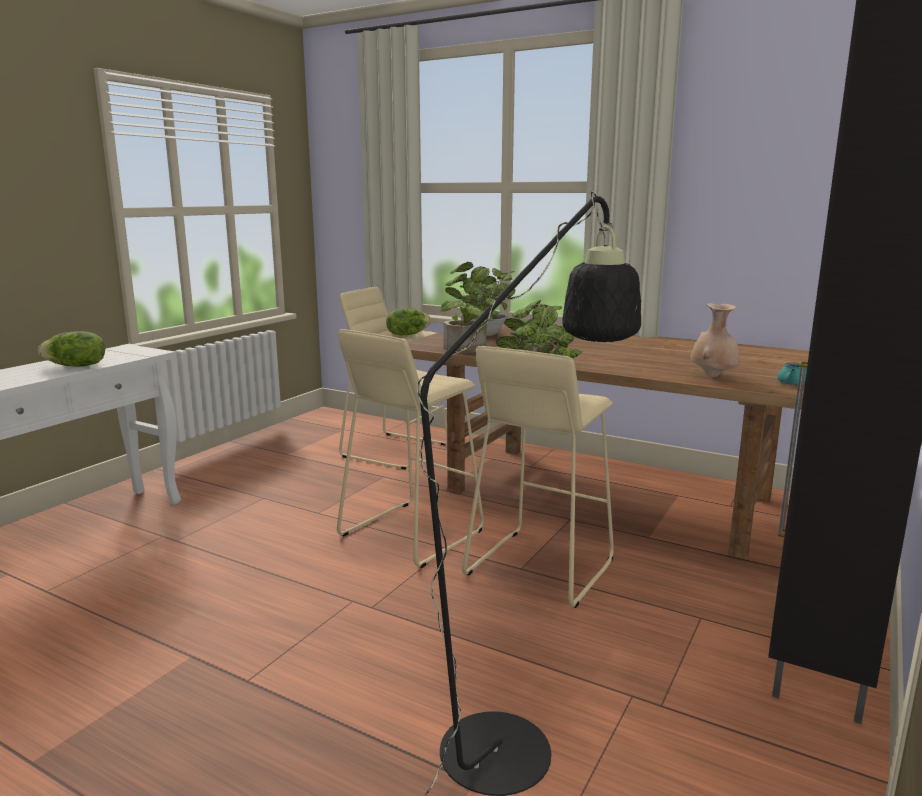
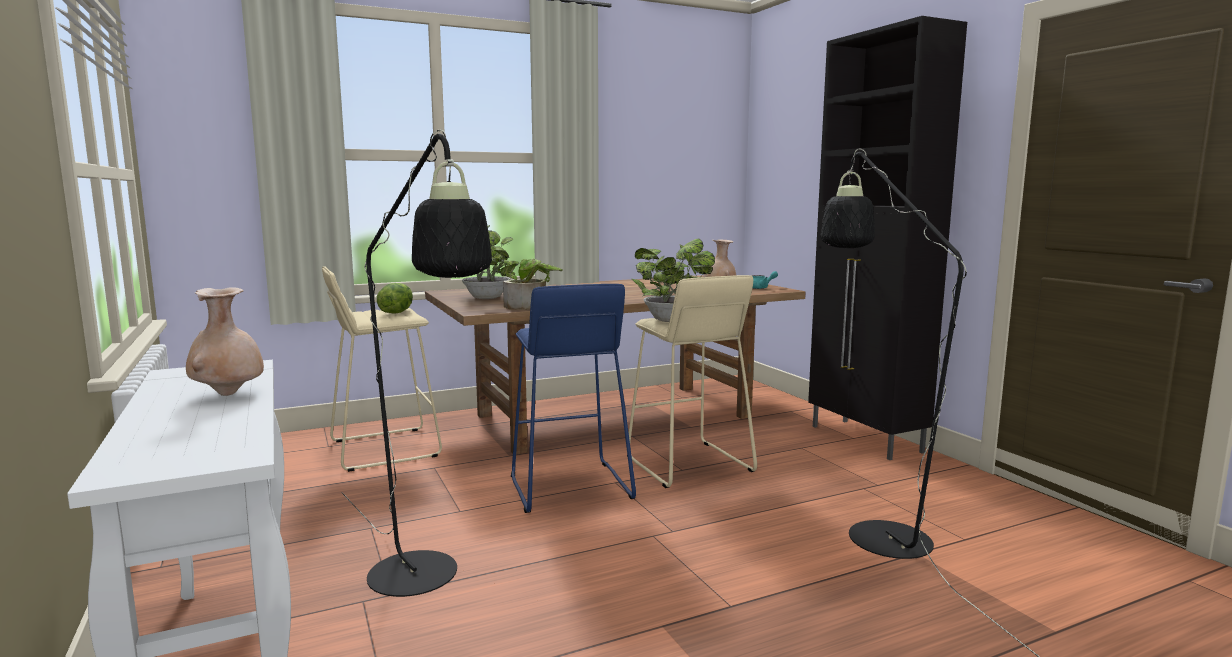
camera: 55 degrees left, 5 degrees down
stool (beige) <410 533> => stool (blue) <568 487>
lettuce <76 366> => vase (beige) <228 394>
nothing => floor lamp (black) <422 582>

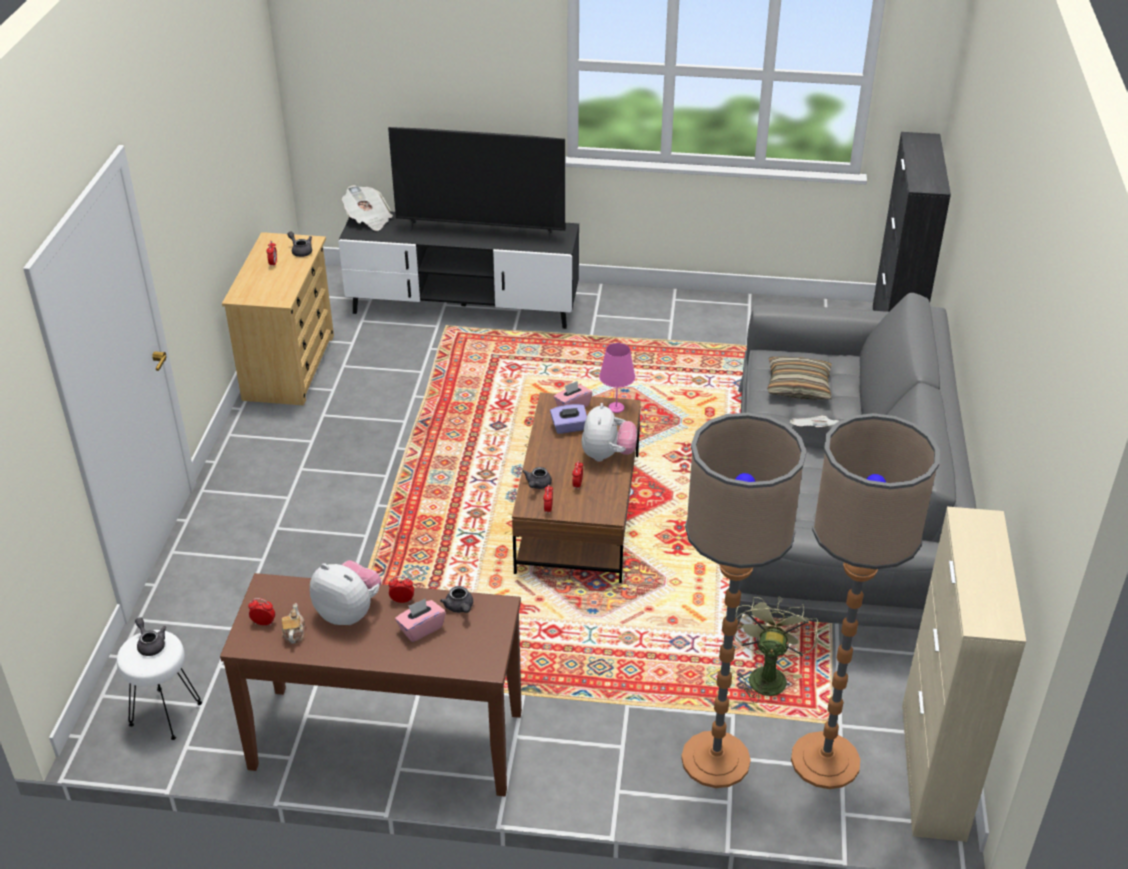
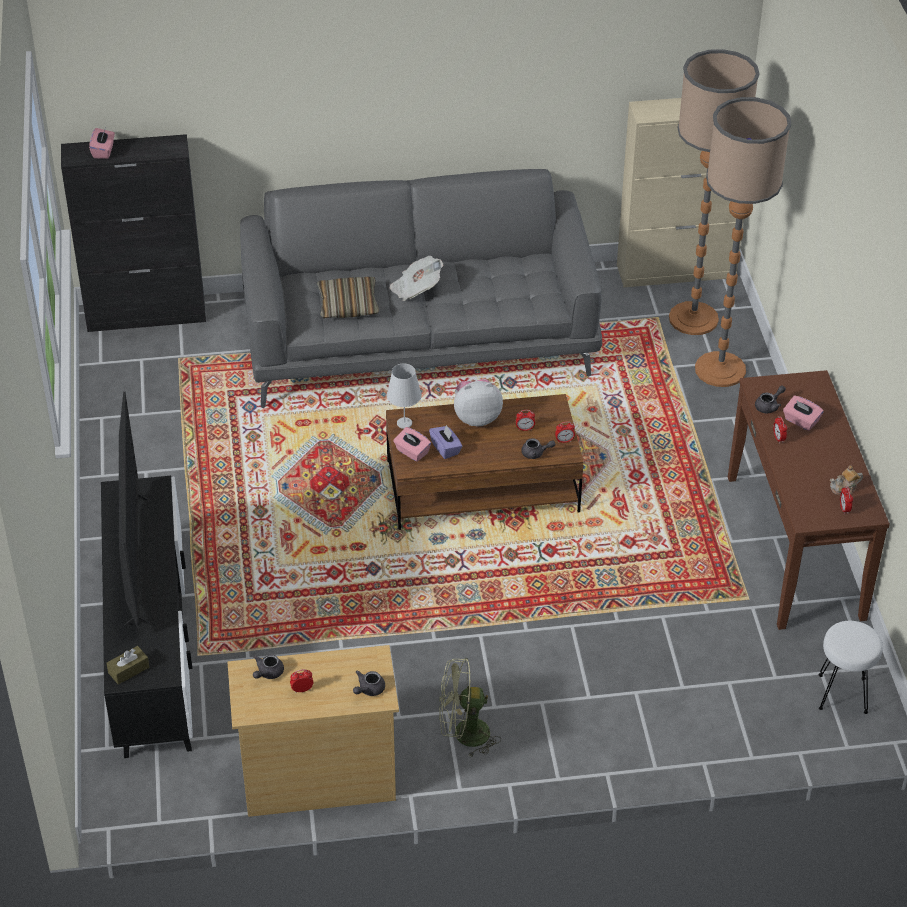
camera: 105 degrees left, 5 degrees up
newspaper <368 219> => tissue box (brown) <128 670>
table lamp (pink) <616 408> => table lamp (white) <404 423>
plush toy <349 612> => nothing
fan (green) <766 674> => fan (green) <463 735>, relocated
teapot (grey) <150 644> => teapot (grey) <368 689>, relocated
nothing => tissue box (pink) <103 151>

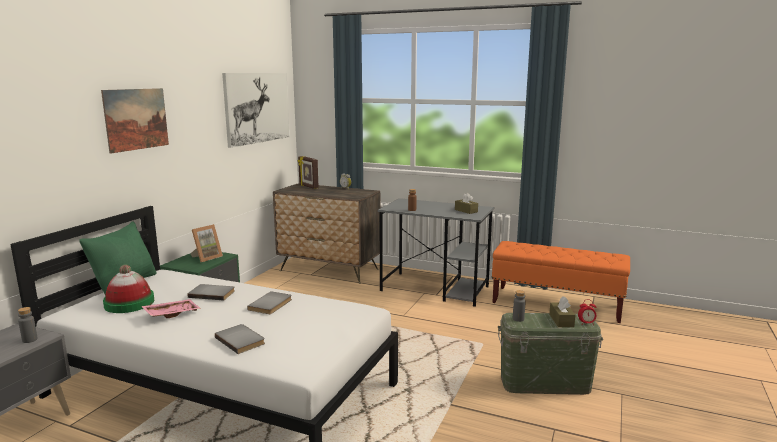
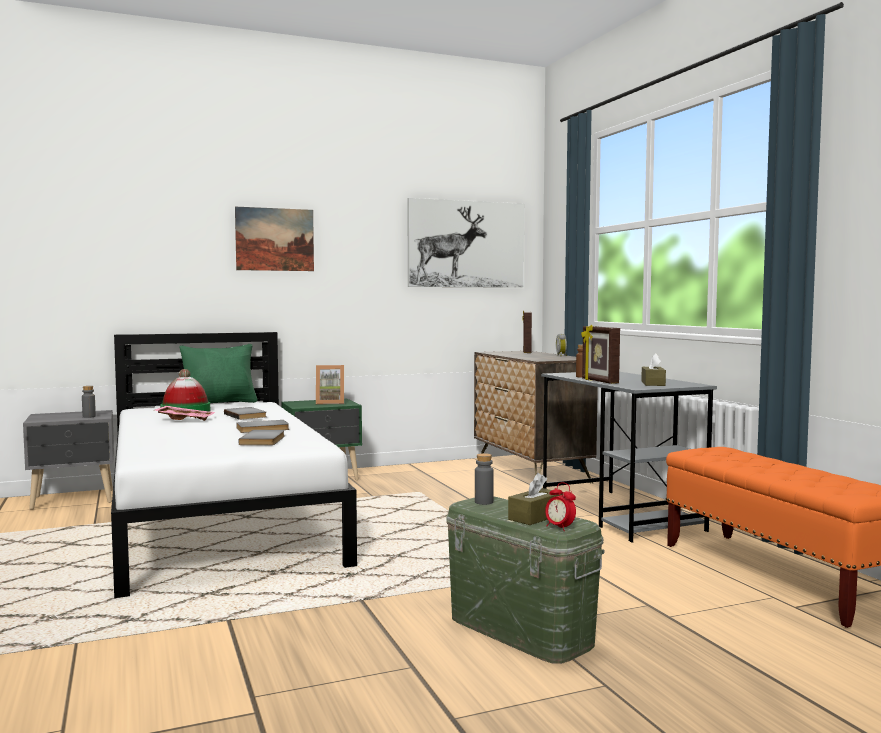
camera: 45 degrees right, 10 degrees down
book (grey) <241 340> => book (grey) <264 440>, relocated
nothing => picture frame <599 381>

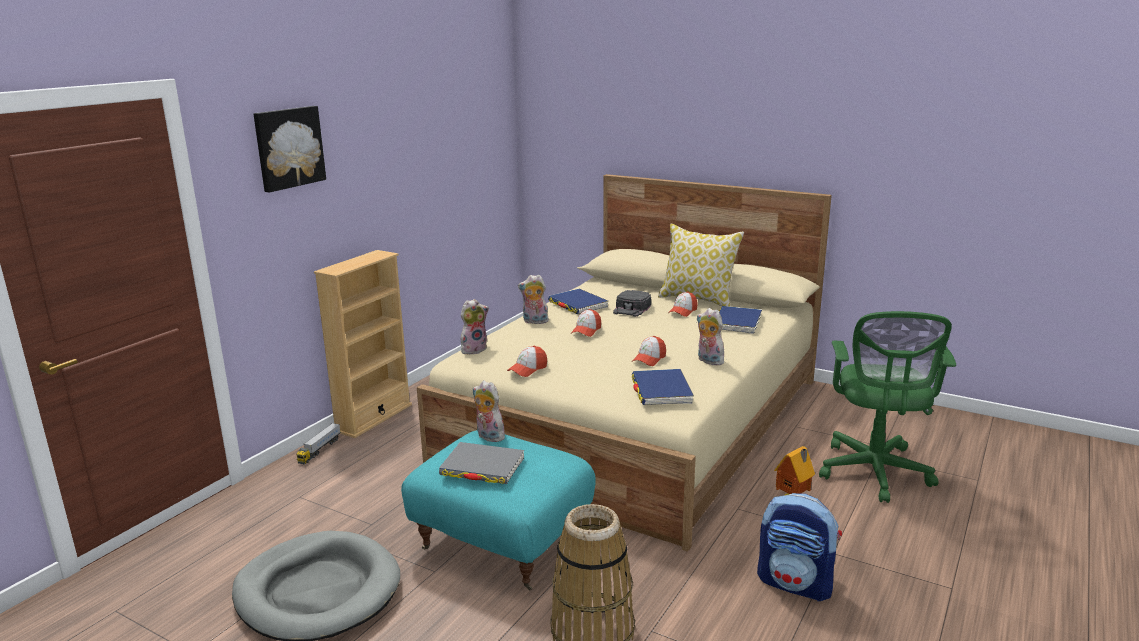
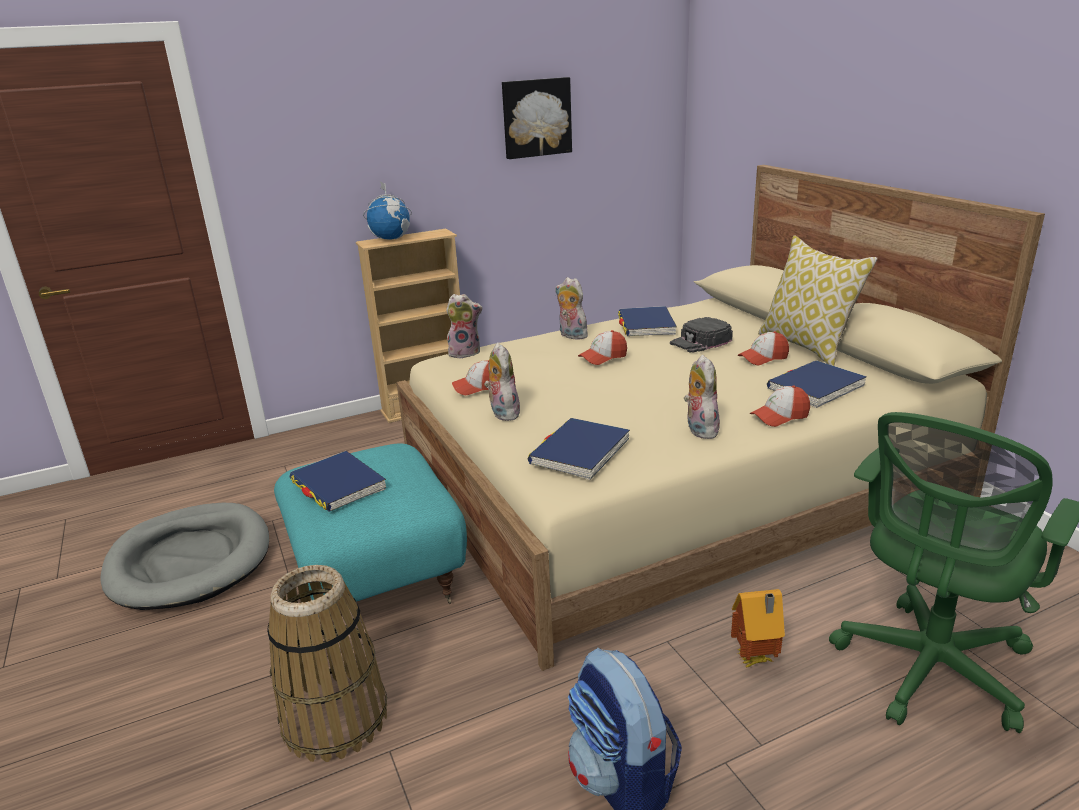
camera: 35 degrees right, 5 degrees up
picture <288 147> => picture <536 117>, relocated
cap <649 359> => cap <780 416>, relocated
plush toy <488 437> => plush toy <502 413>, relocated
toy truck <319 450> => nothing
book (grey) <482 467> => book (blue) <338 485>
nothing => globe <391 238>

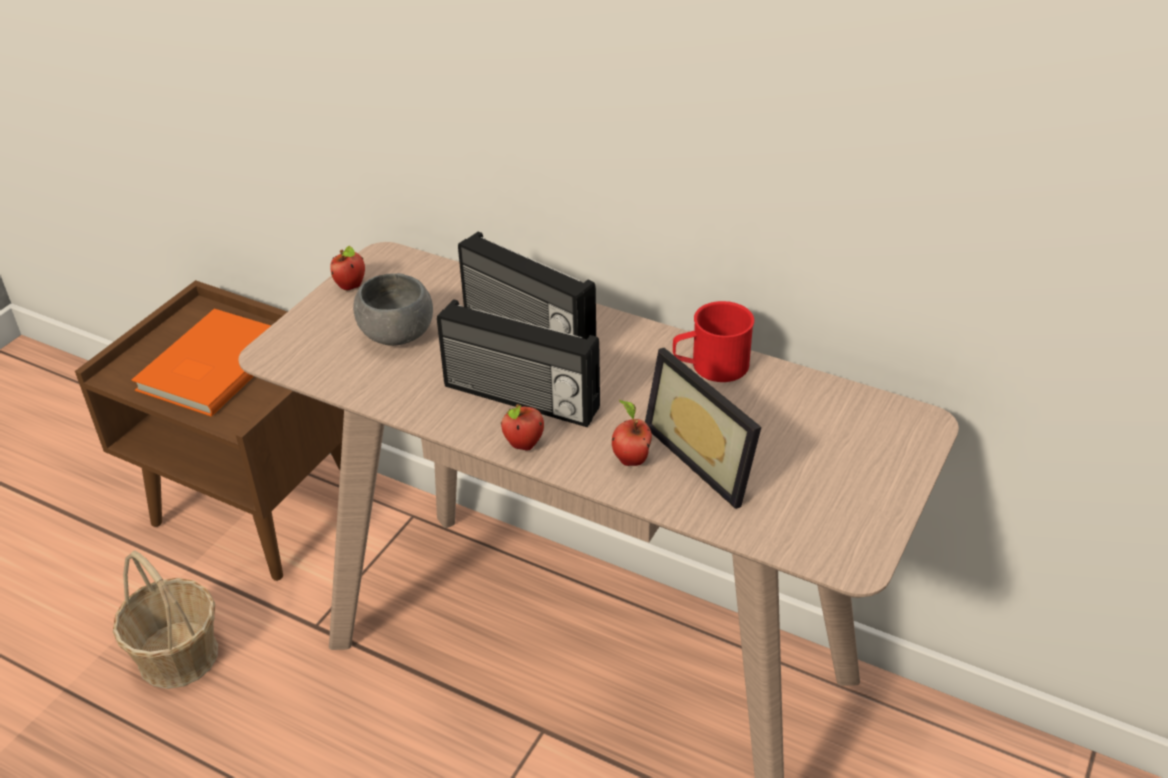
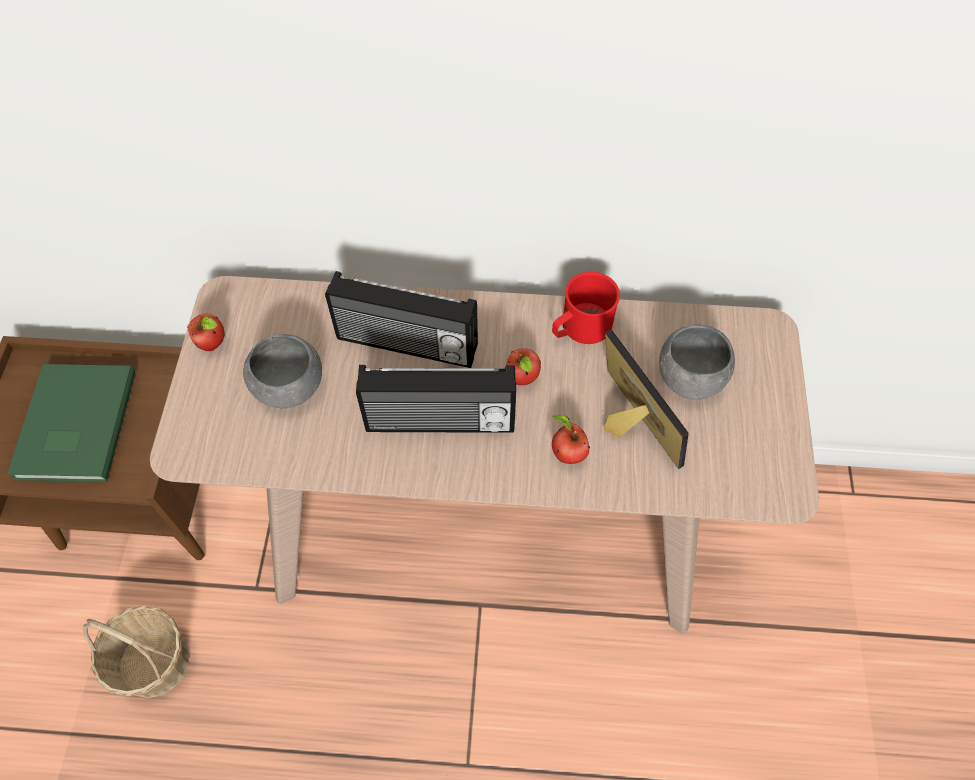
camera: 25 degrees left, 20 degrees up
book (orange) <210 366> => book (green) <73 426>
picture frame <709 456> => picture frame <627 426>, 150 degrees counterclockwise
apple <524 446> => apple <523 379>, relocated
nothing => bowl (grey) <690 377>

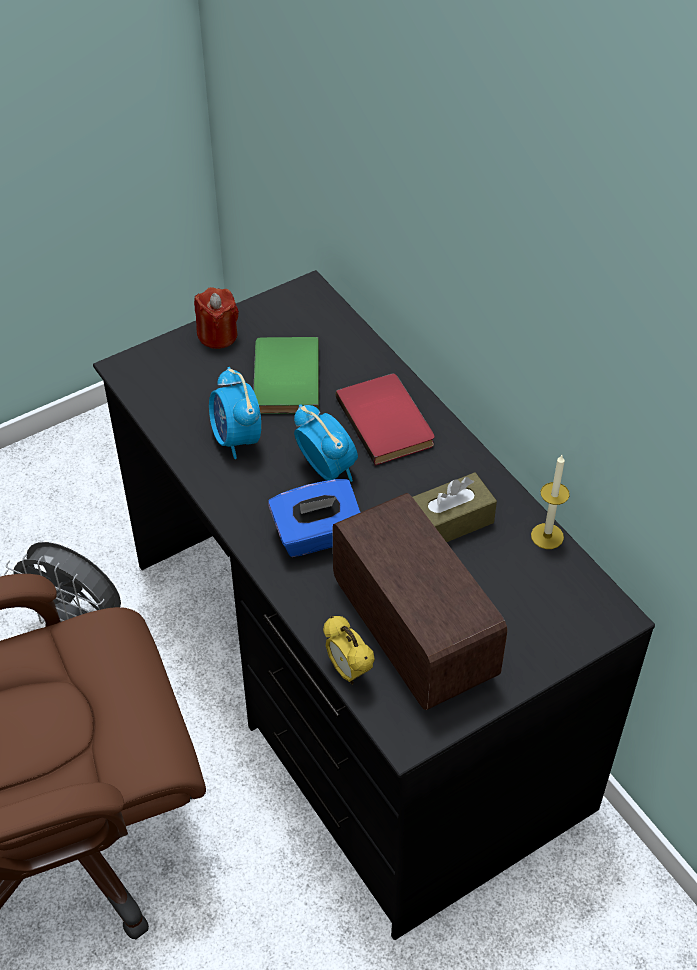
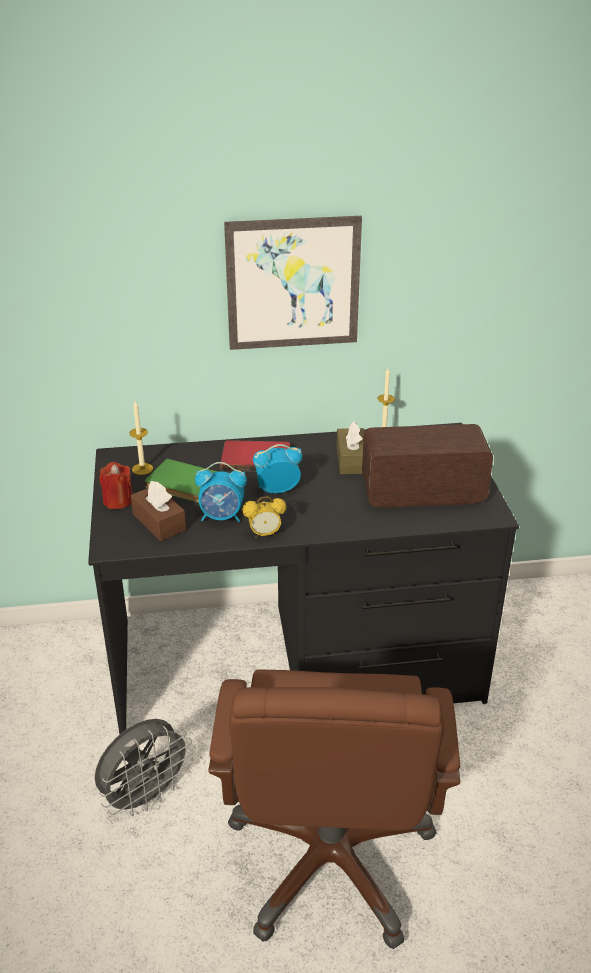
camera: 65 degrees left, 15 degrees down
tissue box (blue) <317 536> => nothing
alarm clock <348 671> => alarm clock <265 534>, relocated
nothing => picture <293 284>
nothing => candle <142 469>
nothing => tissue box (brown) <159 522>

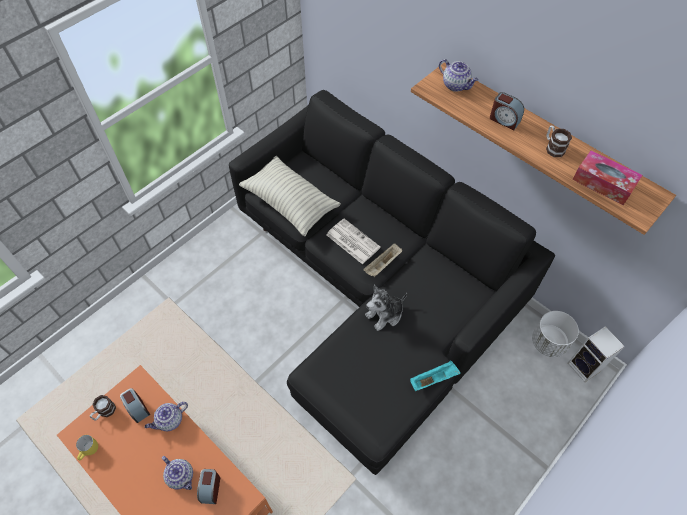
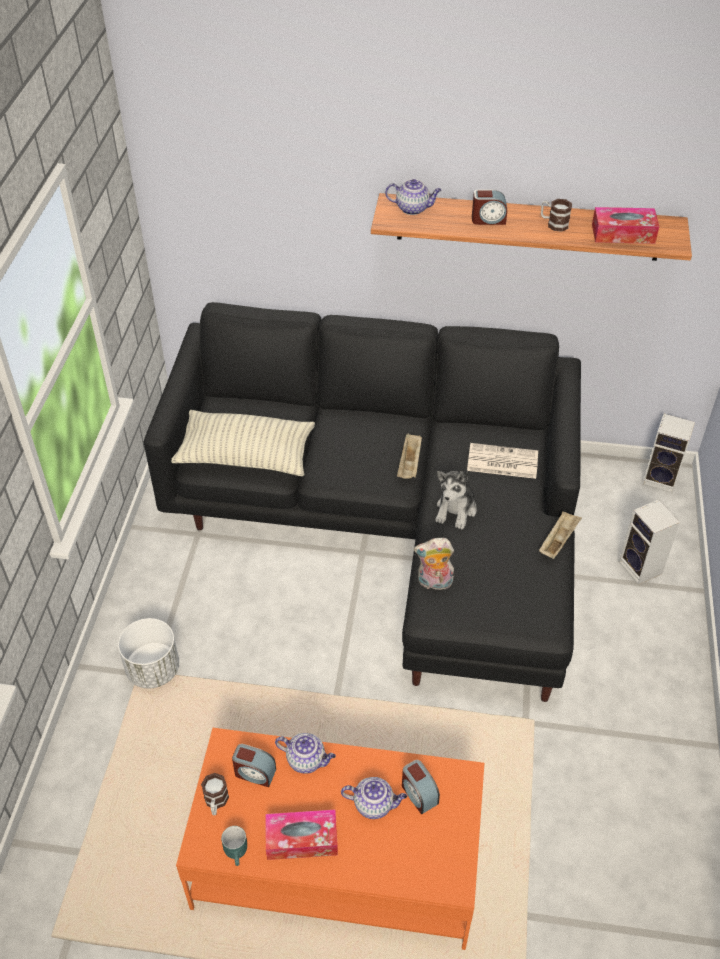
camera: 35 degrees left, 10 degrees down
newspaper <352 241> => newspaper <501 462>, relocated
planter (white) <549 342> => planter (white) <153 669>, relocated
tray (turquoise) <434 379> => tray (beige) <558 541>
teapot <170 421> => teapot <307 760>, 90 degrees counterclockwise
mug (yellow) <90 451> => mug (turquoise) <238 852>
nothing => speaker <642 568>
nothing => plush toy <434 583>
nothing => tissue box <302 839>

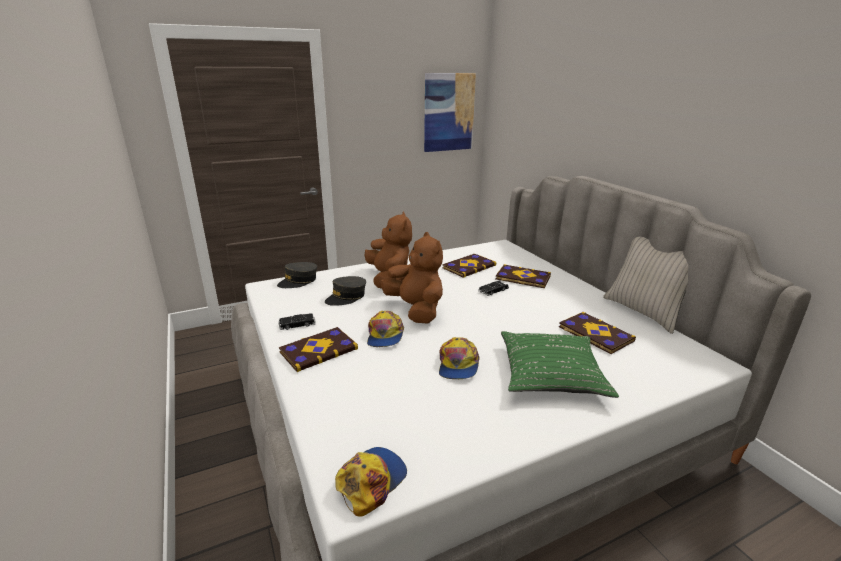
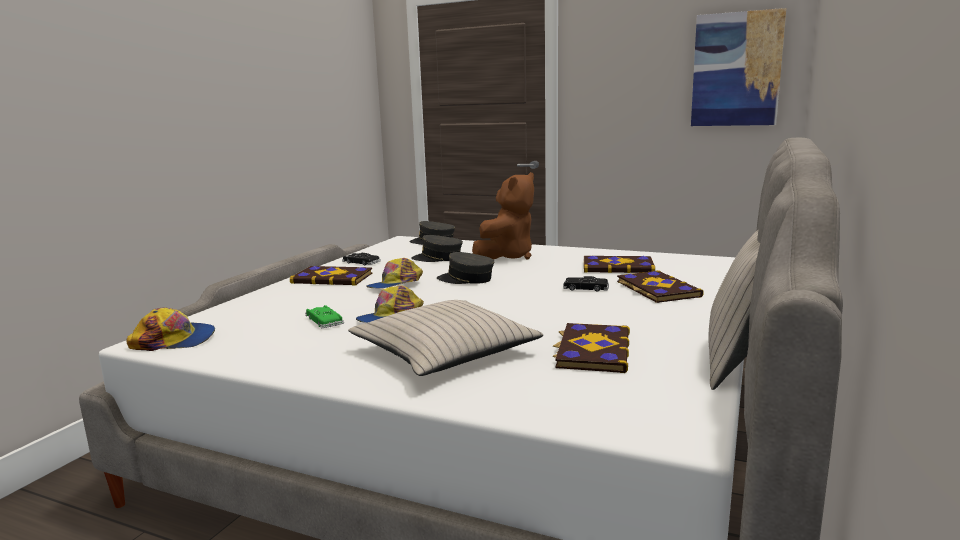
camera: 50 degrees right, 10 degrees down
plush toy (brown) <416 310> => cap (grey) <466 279>
pillow (green) <551 373> => pillow (beige) <445 352>
nothing => toy car (green) <324 321>

